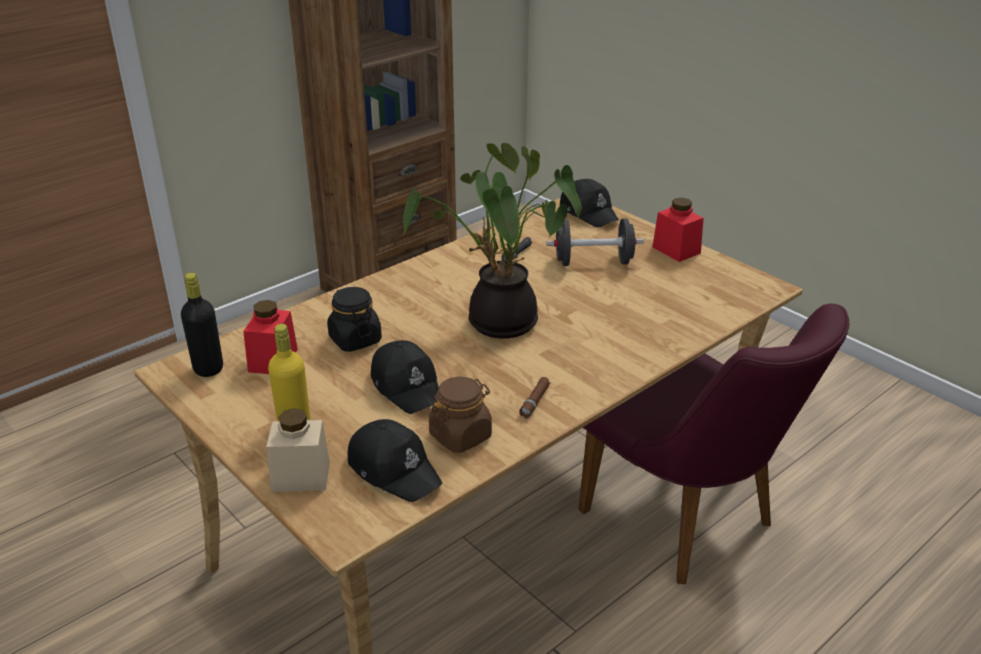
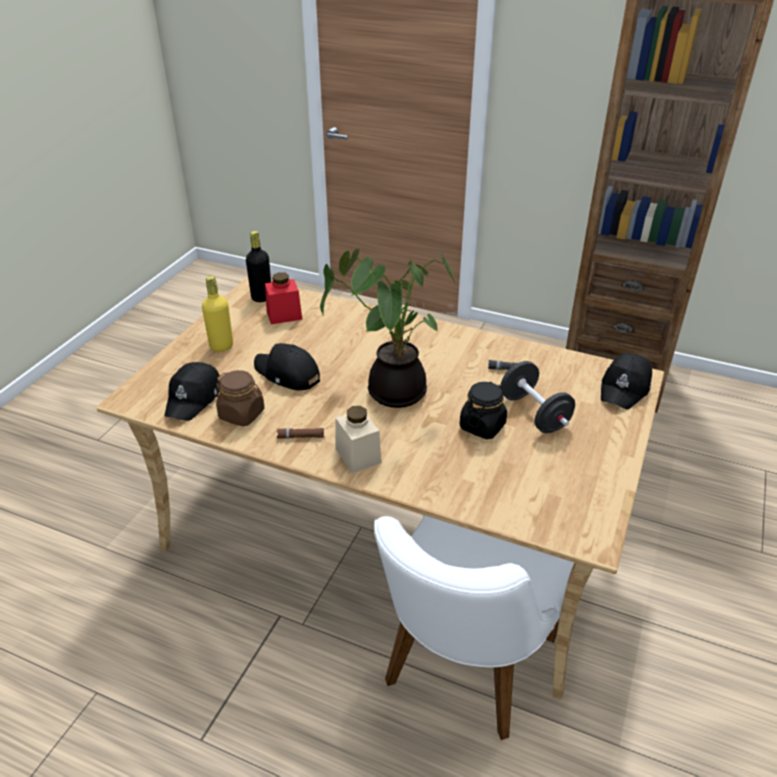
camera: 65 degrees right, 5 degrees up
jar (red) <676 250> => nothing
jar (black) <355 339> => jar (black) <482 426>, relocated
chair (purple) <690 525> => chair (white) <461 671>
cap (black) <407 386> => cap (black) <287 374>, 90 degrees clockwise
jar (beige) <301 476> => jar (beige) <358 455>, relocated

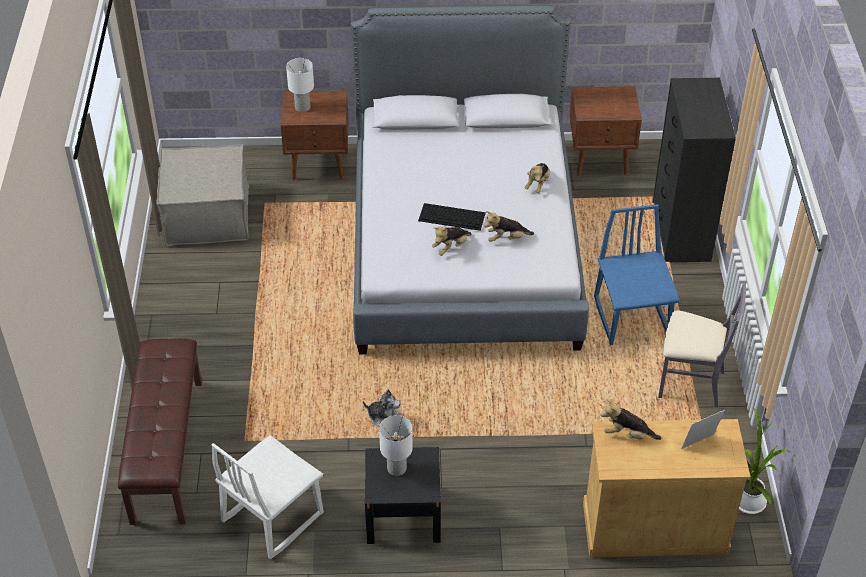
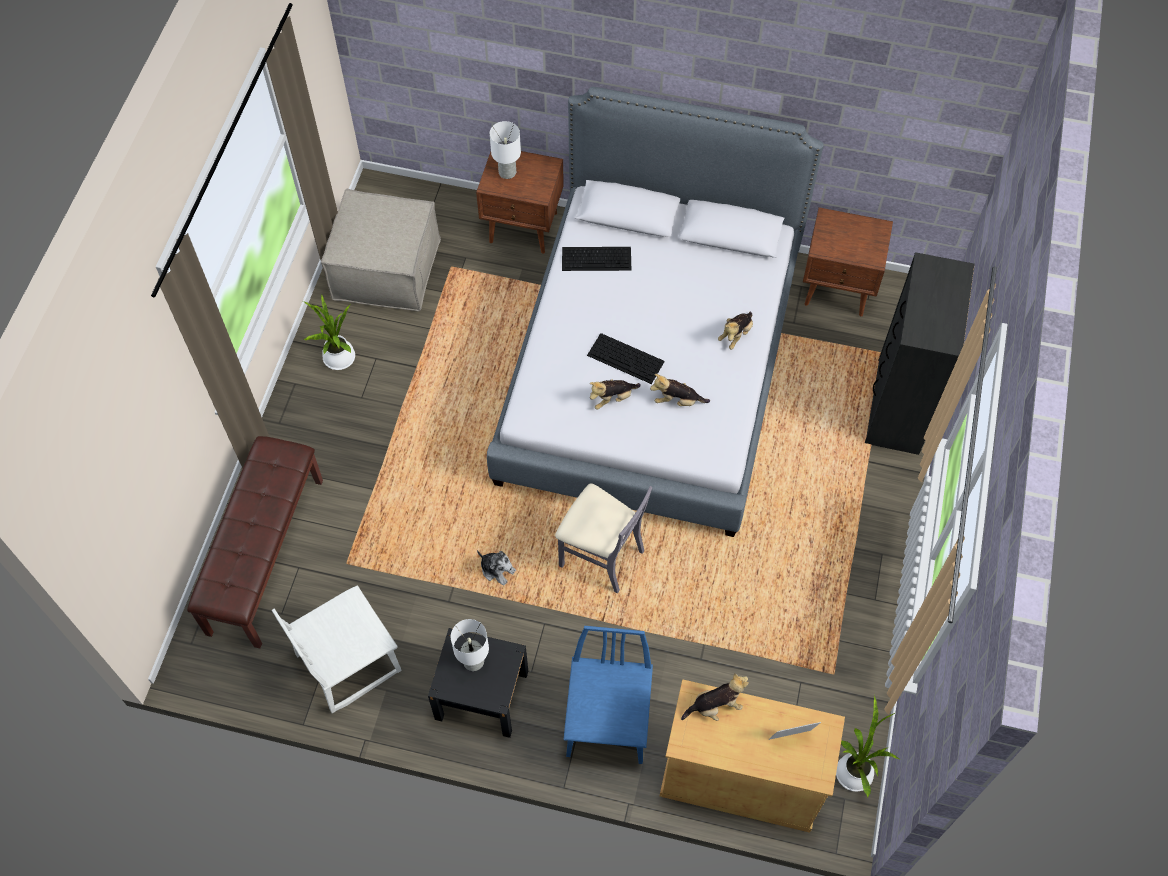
camera: 15 degrees right, 15 degrees up
chair (blue) <632 317> => chair (blue) <609 721>, relocated
chair (grey) <690 383> => chair (grey) <601 556>, relocated
plush toy <627 434> => plush toy <715 706>, 135 degrees clockwise
nothing => keyboard <597 258>
nothing => potted plant <338 360>

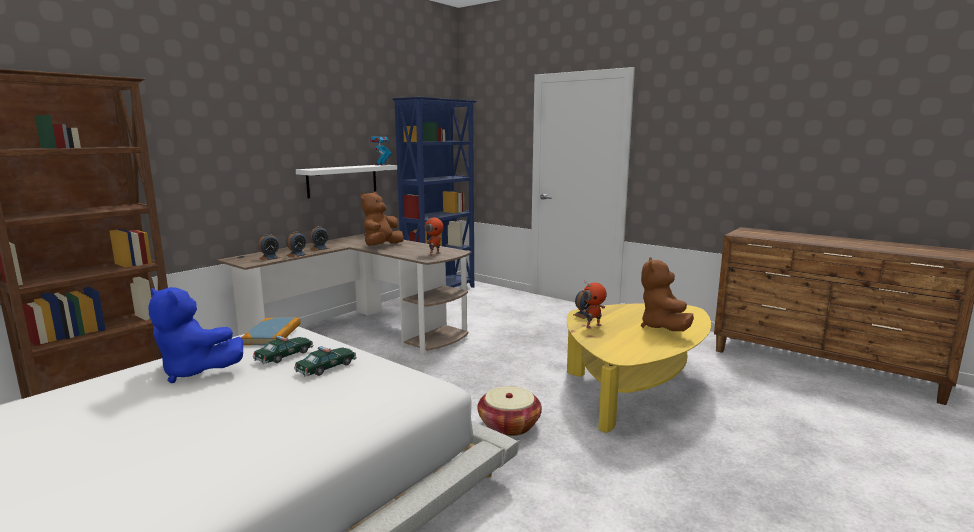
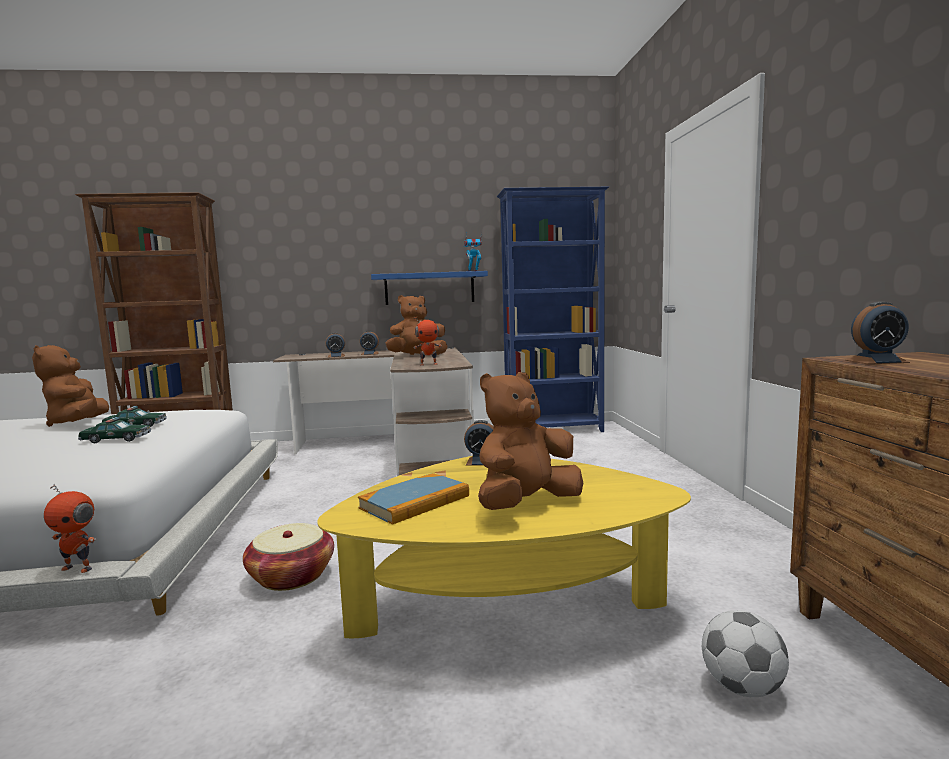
camera: 45 degrees right, 5 degrees down
shelf (white) <342 180> => shelf (blue) <429 288>
alarm clock <270 258> => alarm clock <876 361>, relocated
toy robot <593 326> => toy robot <78 568>, relocated
plush toy (blue) <195 371> => plush toy (brown) <78 423>
book <272 334> => book <415 502>, relocated
nothing => football <742 687>

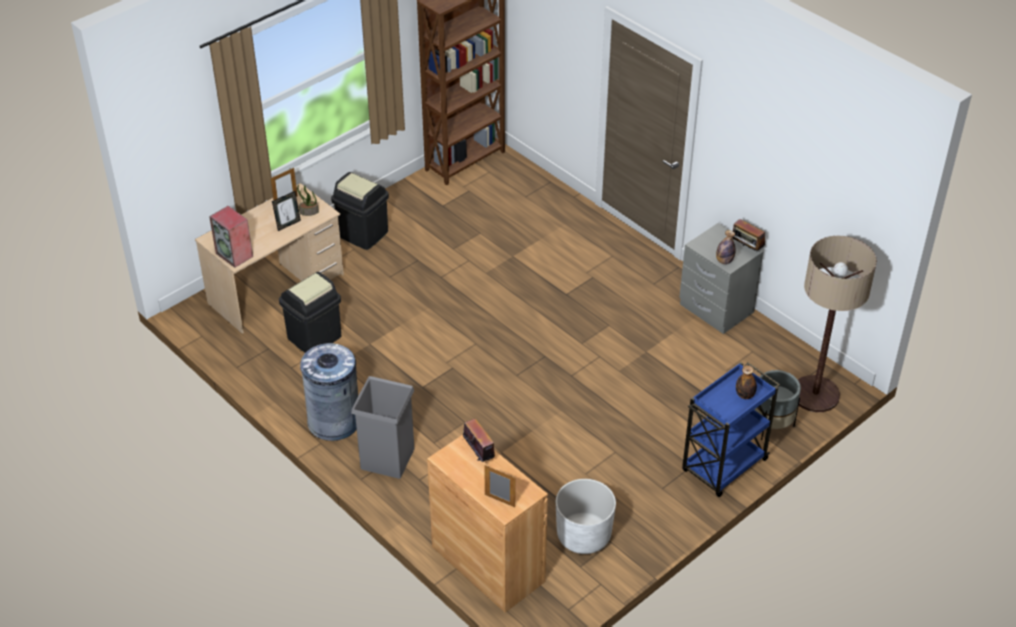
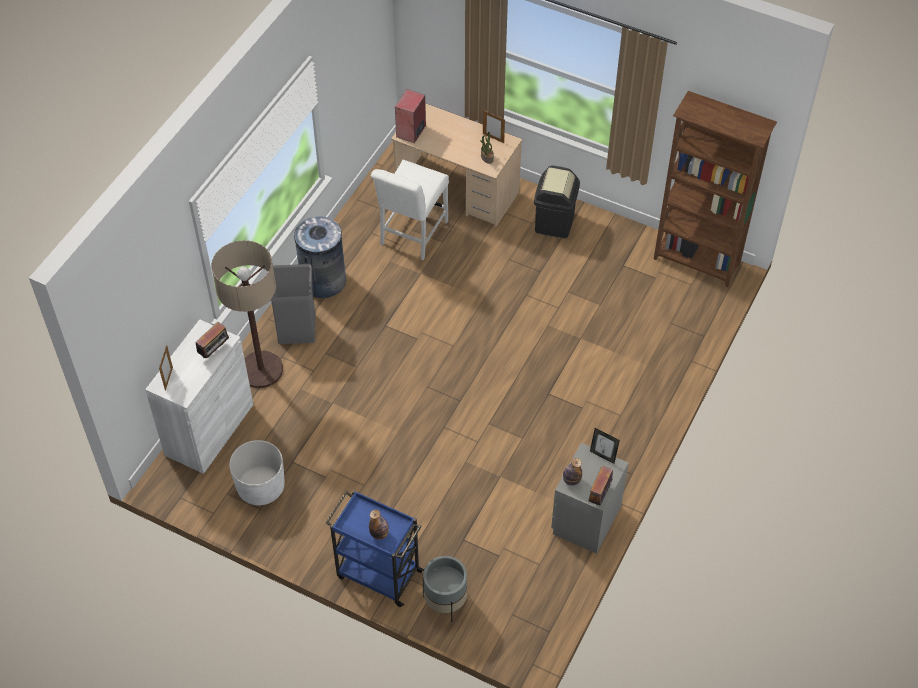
camera: 70 degrees right, 10 degrees up
picture frame <288 224> => picture frame <603 455>, relocated
floor lamp <815 394> => floor lamp <261 370>, relocated
trash can (black) <314 338> => chair (white) <411 235>
cabinet (brown) <488 564> => cabinet (white) <209 429>

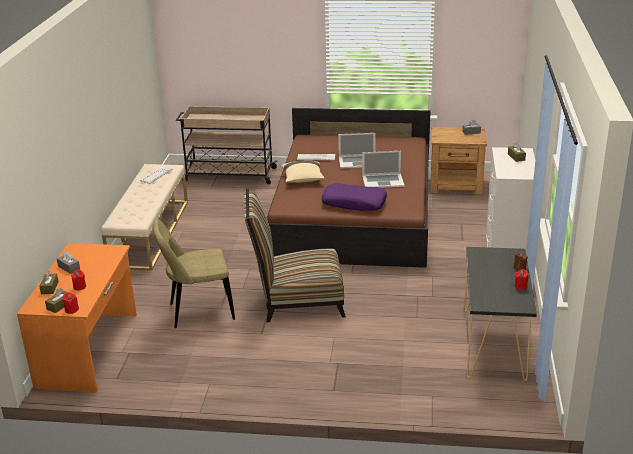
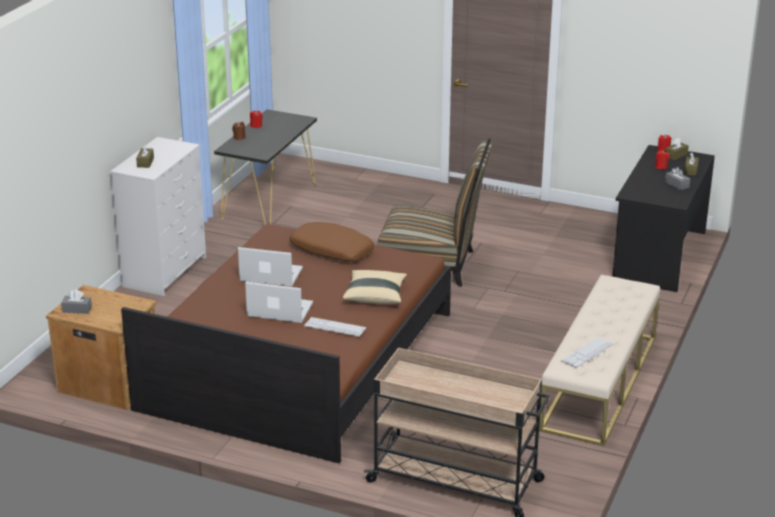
camera: 165 degrees left, 0 degrees up
pillow (purple) <354 203> => pillow (brown) <331 251>
chair (beige) <198 312> => nothing
desk (orange) <89 349> => desk (black) <658 255>

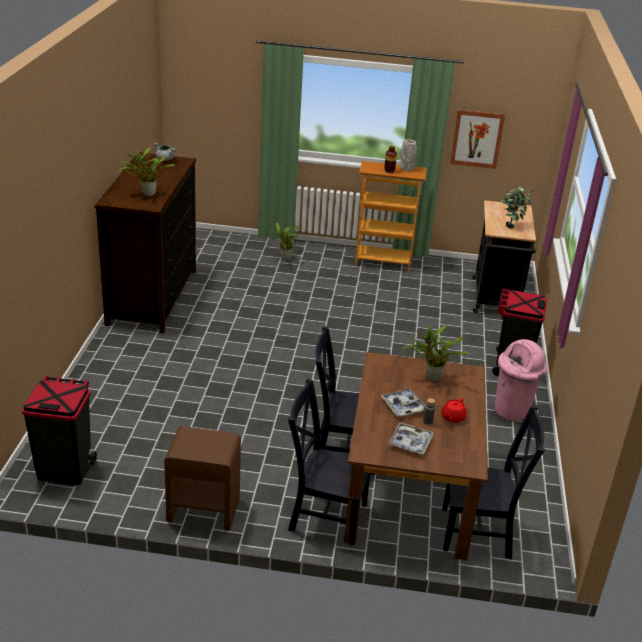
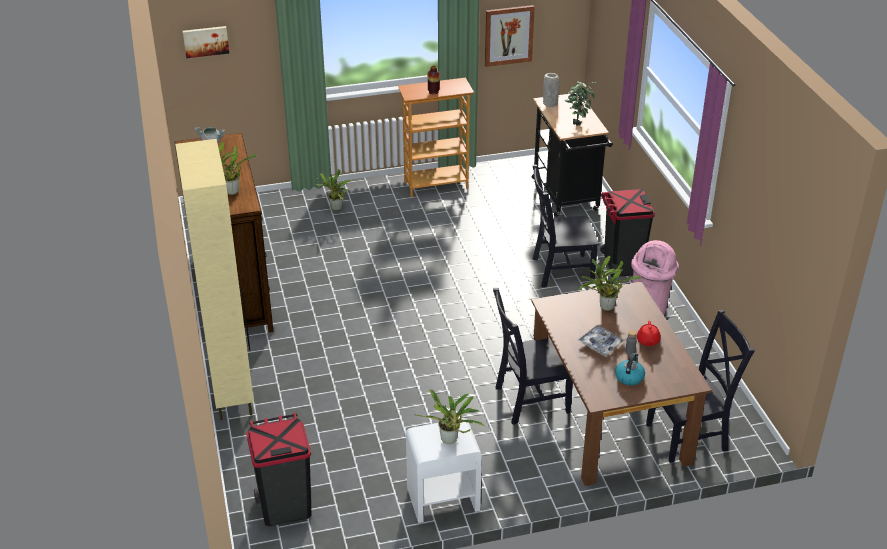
camera: 20 degrees left, 5 degrees up
vase (grey) <407 169> => vase (grey) <550 104>, relocated
chair (black) <324 515> => chair (black) <559 270>, relocated
tray <410 442> => kettle <629 377>
nightstand (brown) <203 509> => nightstand (white) <442 499>
nothing => picture <205 41>
nothing => cabinet (beige) <232 391>
nothing => potted plant <450 441>

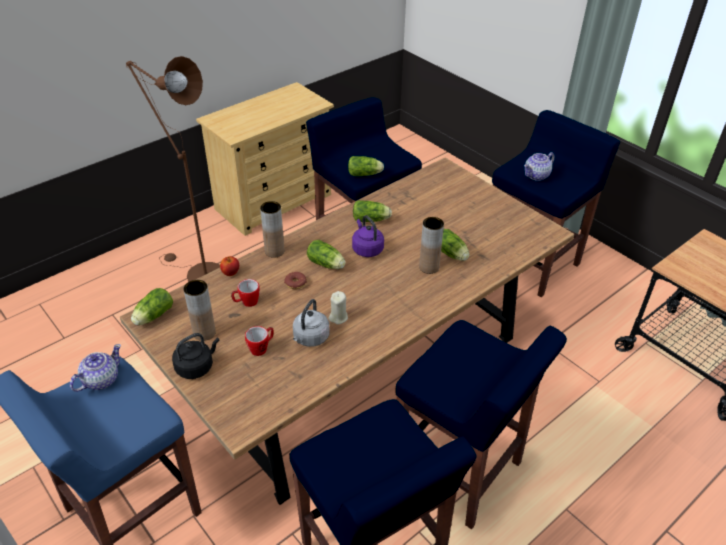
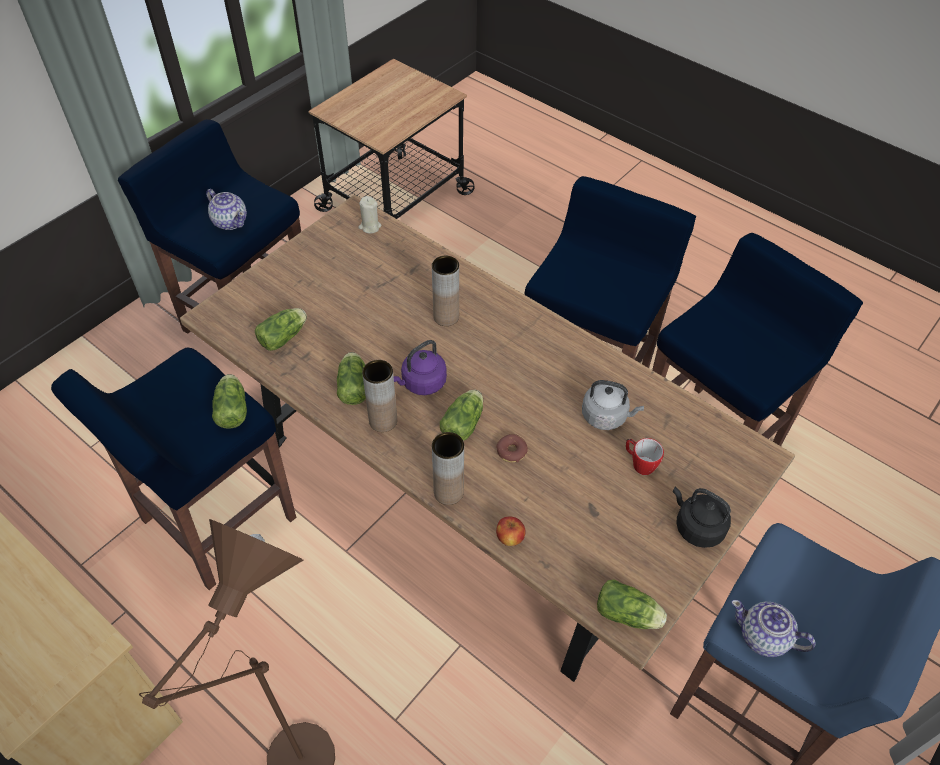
camera: 100 degrees left, 10 degrees up
lettuce <451 254> => lettuce <285 336>, relocated
mug <246 302> => nothing
vase (brown) <204 333> => vase (brown) <383 421>, relocated
candle (beige) <338 317> => candle (beige) <370 226>, relocated

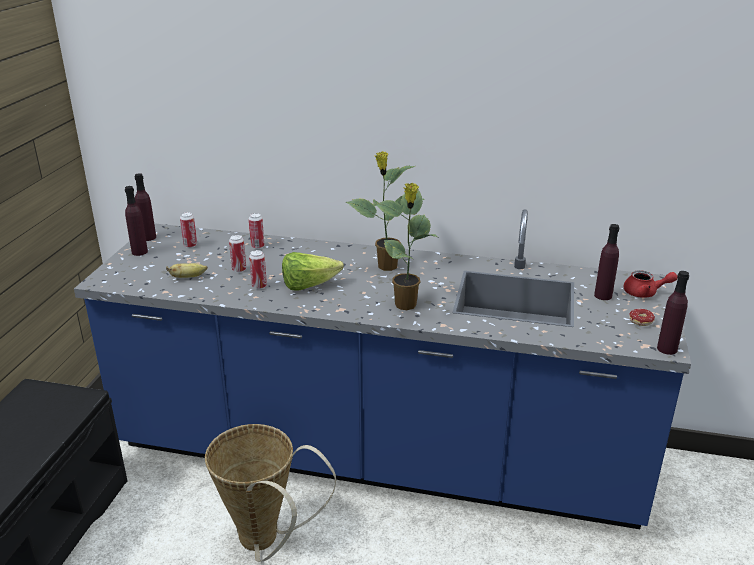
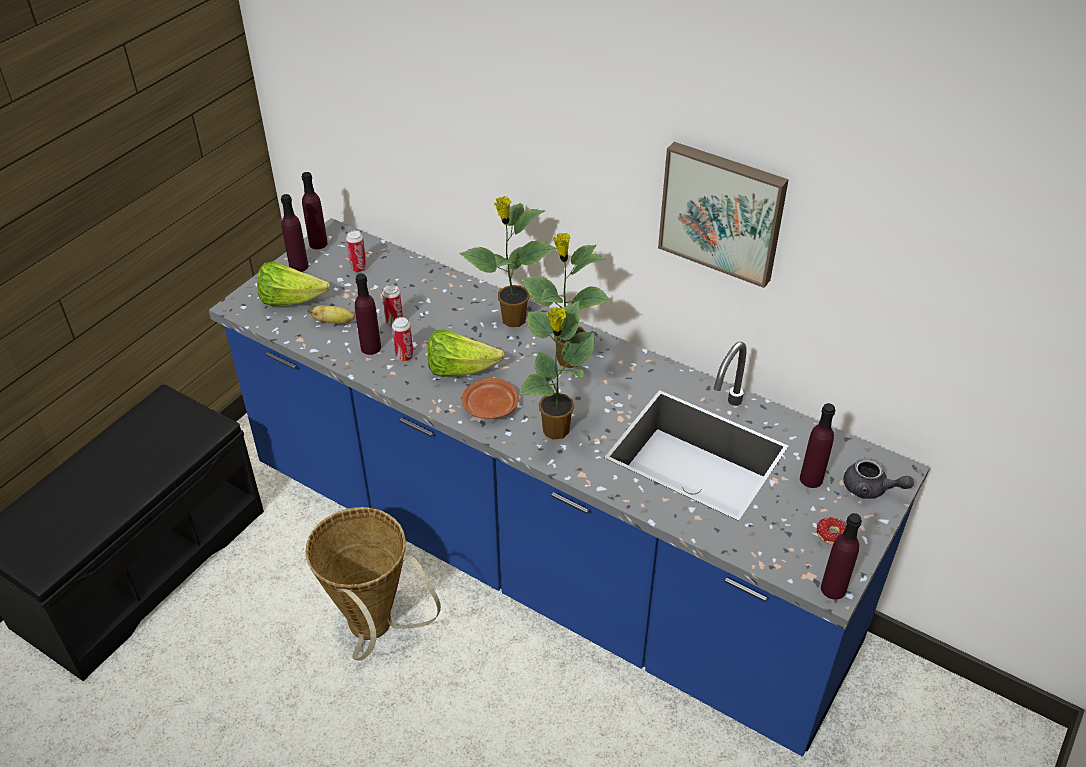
camera: 20 degrees right, 15 degrees up
can <257 246> => nothing
teapot (red) <645 293> => teapot (grey) <870 489>
nothing => picture <723 211>
nothing => potted plant <512 320>
nothing => lettuce <291 300>
nothing => bottle (purple) <371 347>
nothing => plate (brown) <490 407>

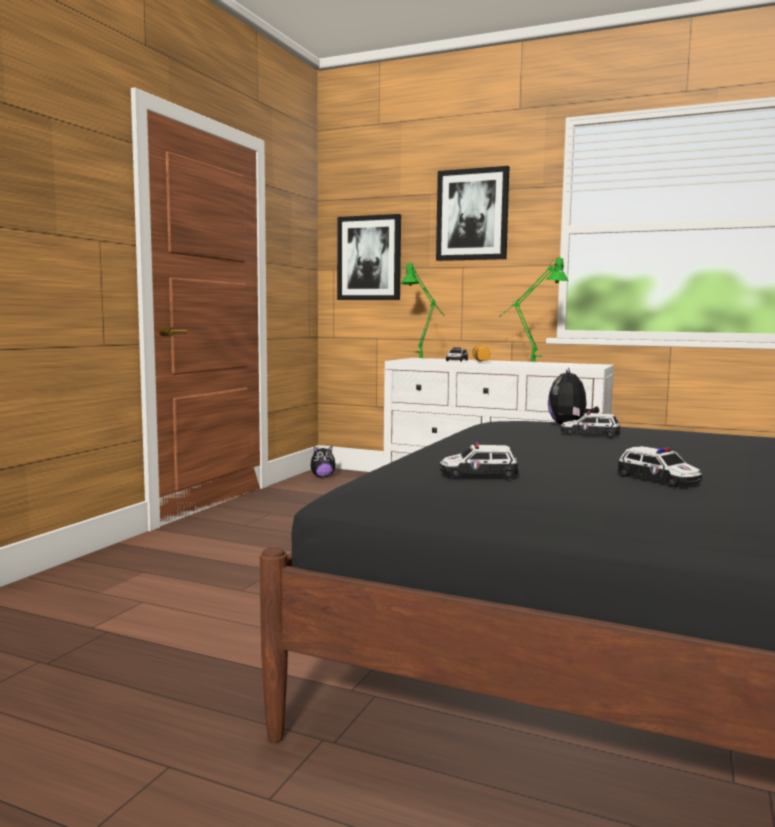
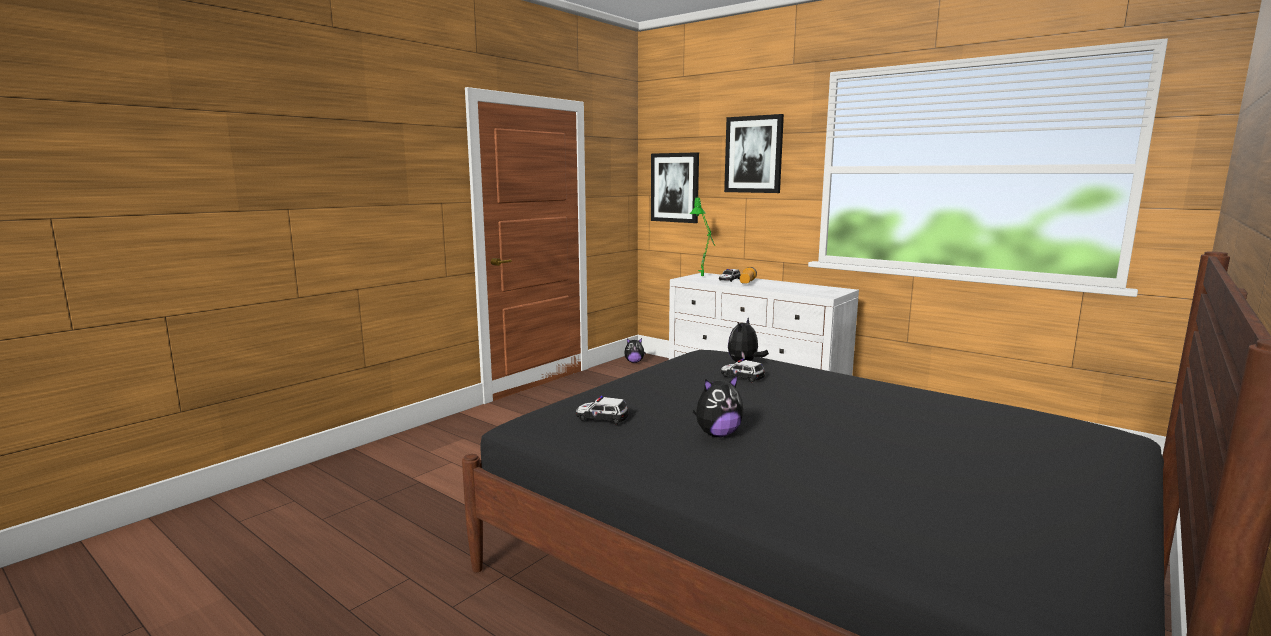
camera: 15 degrees right, 5 degrees up
table lamp (green) <528 363> => nothing
toy car <659 479> => plush toy <717 434>

